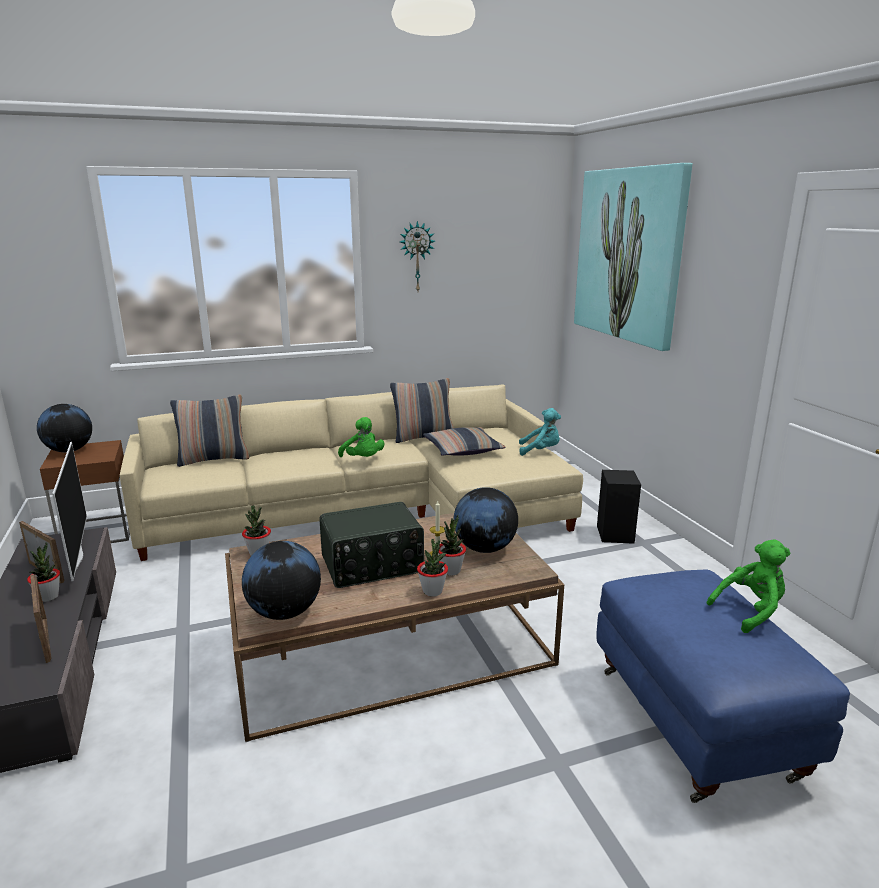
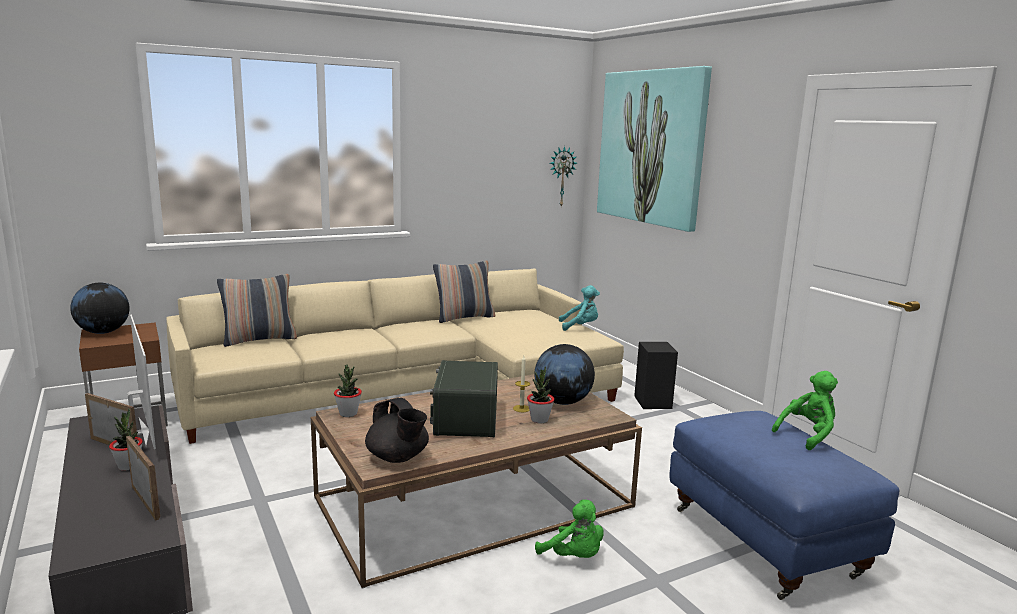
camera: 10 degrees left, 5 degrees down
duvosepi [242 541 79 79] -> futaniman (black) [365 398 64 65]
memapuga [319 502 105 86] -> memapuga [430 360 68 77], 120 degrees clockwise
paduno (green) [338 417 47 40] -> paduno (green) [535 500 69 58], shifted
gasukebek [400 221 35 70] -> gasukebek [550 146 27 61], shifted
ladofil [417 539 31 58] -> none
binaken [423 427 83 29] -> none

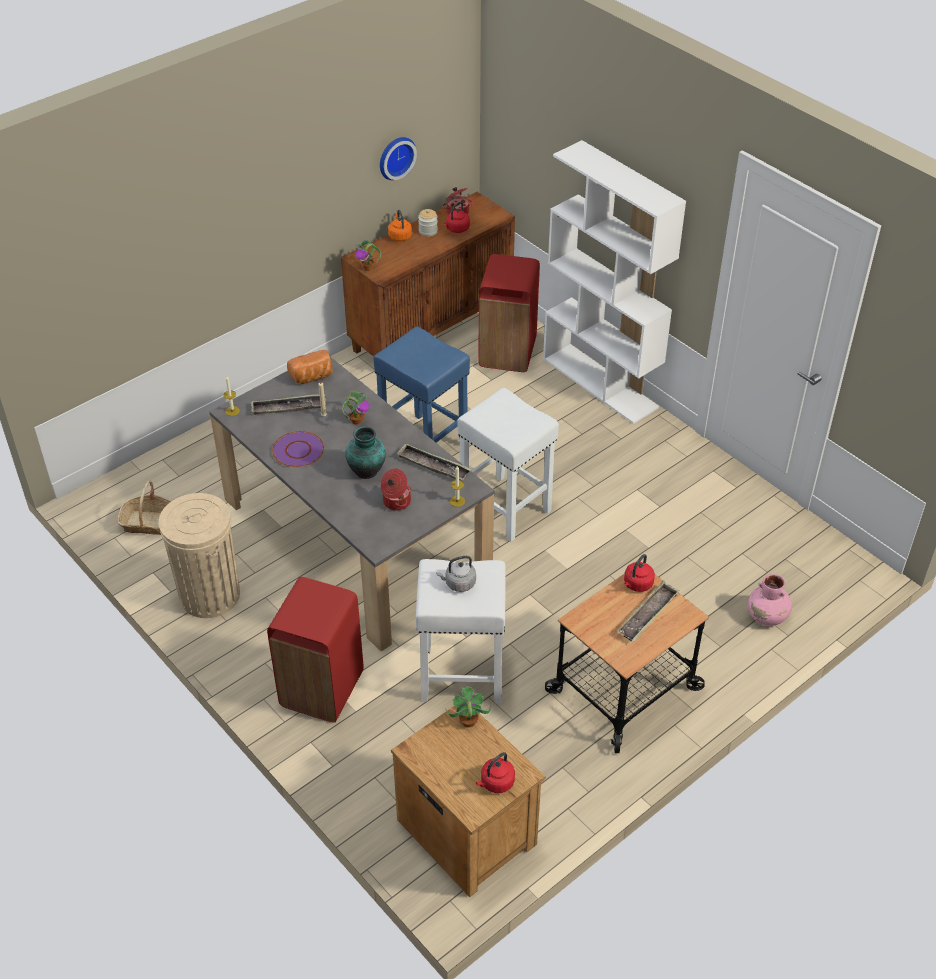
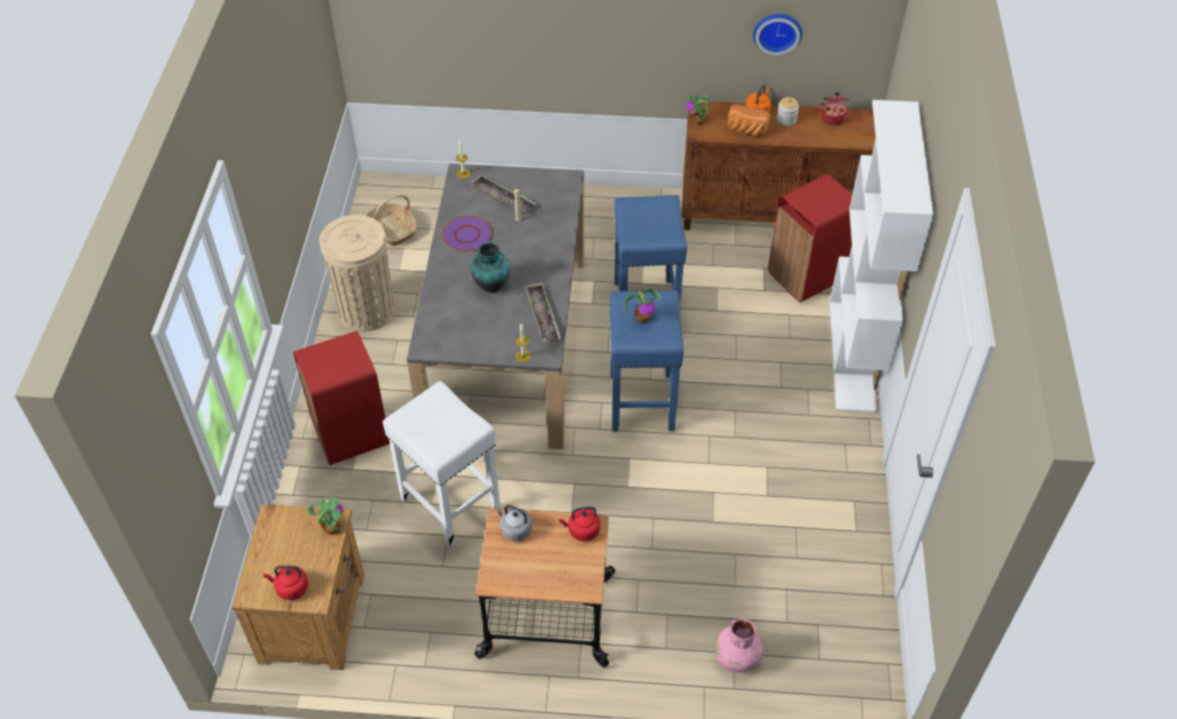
camera: 45 degrees right, 5 degrees up
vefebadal [287 350 46 34] -> vefebadal [728 104 43 33], shifted
ladofil [342 390 28 35] -> ladofil [624 288 37 35], shifted
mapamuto [381 468 30 43] -> none
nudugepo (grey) [436 556 40 36] -> nudugepo (grey) [495 505 37 36], shifted
nudugepo (red) [444 202 26 31] -> none
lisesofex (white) [457 388 102 154] -> lisesofex (blue) [610 291 74 141]
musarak [618 581 61 61] -> none

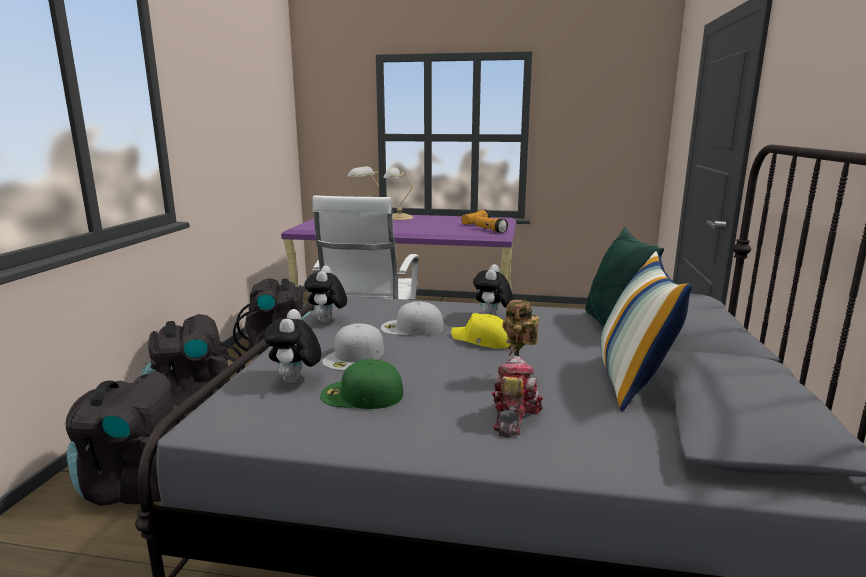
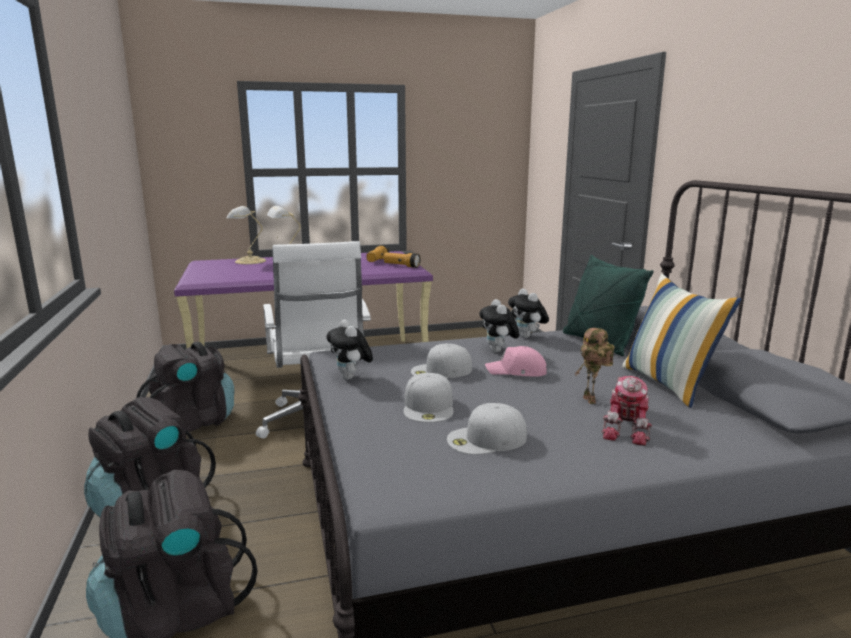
camera: 25 degrees left, 0 degrees up
paduno [264 309 58 74] -> paduno [508 288 41 50], shifted
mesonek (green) [320 359 83 50] -> mesonek (white) [447 403 80 52]
mesonek (yellow) [451 313 59 36] -> mesonek (pink) [485 346 62 31]
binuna [492 356 51 82] -> binuna [602 376 50 70], 150 degrees counterclockwise

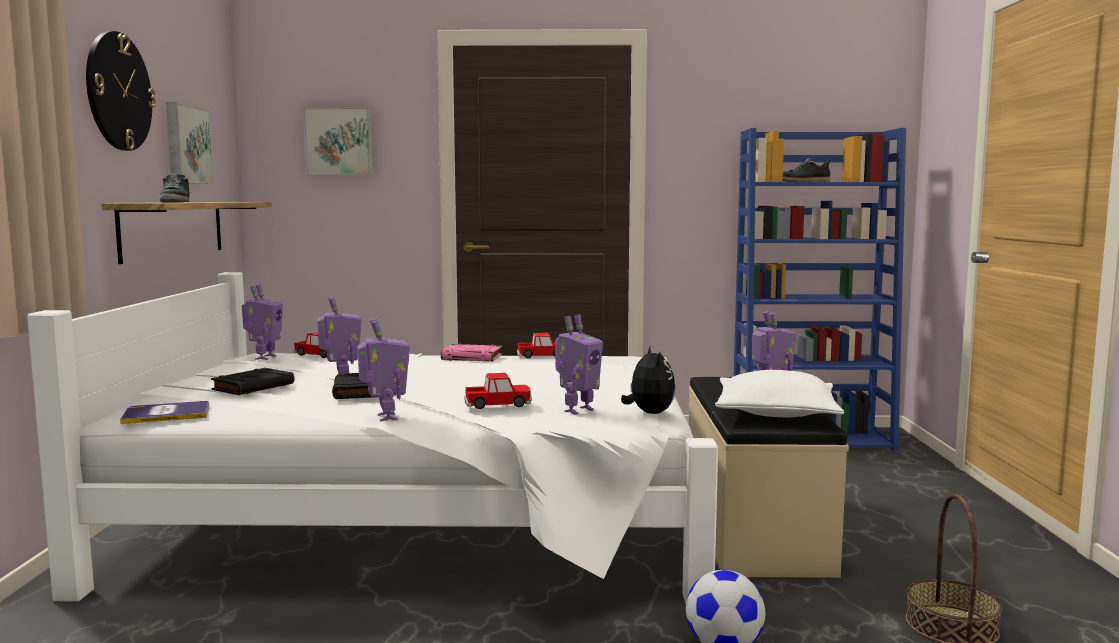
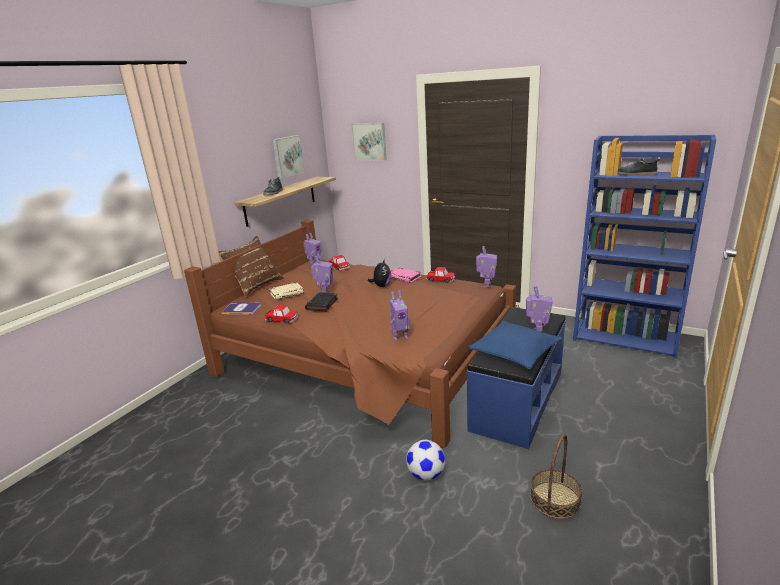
camera: 30 degrees right, 15 degrees up
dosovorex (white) [27 272 691 332] -> dosovorex (brown) [184 219 332 229]
gasukebek [86 31 70 120] -> none
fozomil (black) [211 368 84 27] -> fozomil (beige) [269 282 35 18]
binuna [357 319 53 102] -> binuna [476 246 21 41], shifted
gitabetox [464 373 68 36] -> gitabetox [265 305 33 19], shifted
paduno [621 346 55 68] -> paduno [368 259 24 28], shifted
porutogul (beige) [689 377 160 201] -> porutogul (blue) [467 307 99 142]
binaken (white) [715 370 129 47] -> binaken (blue) [468 321 94 48]
none -> binaken (brown) [219 236 65 60]

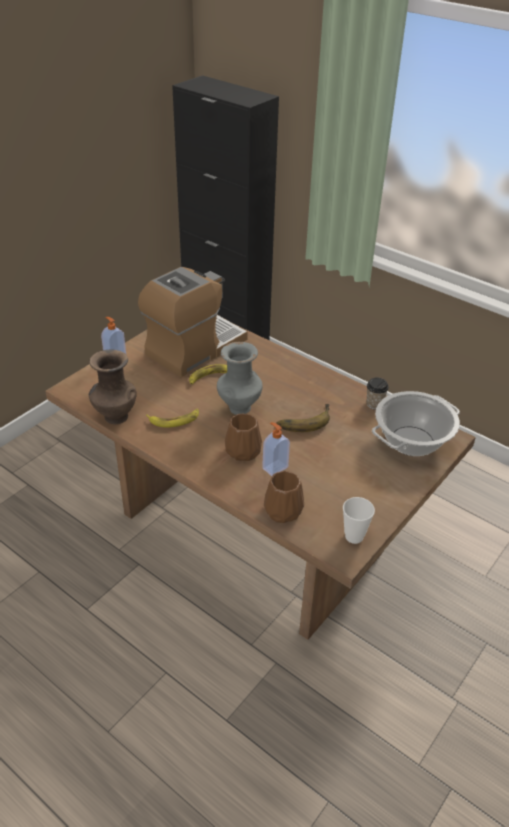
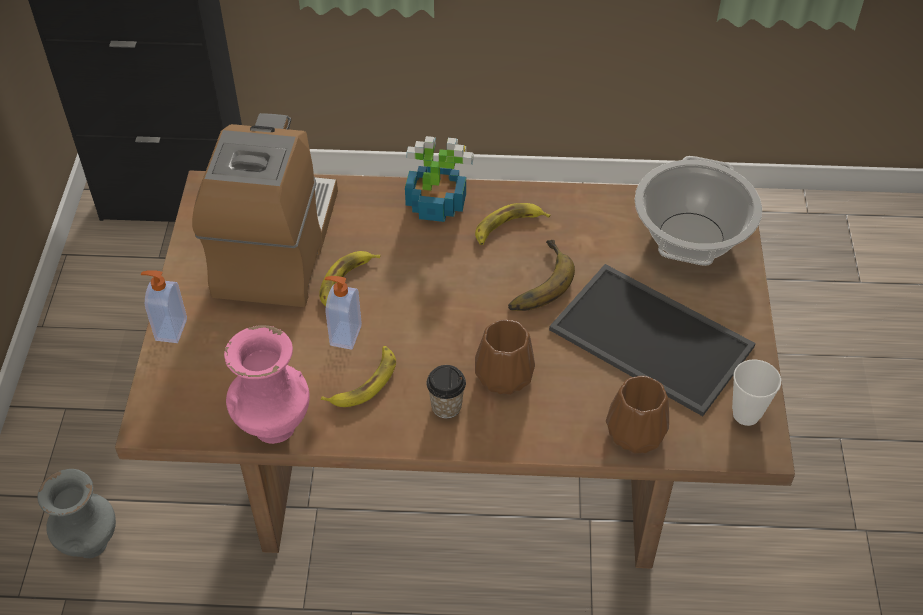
camera: 35 degrees left, 10 degrees up
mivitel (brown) [89 350 48 74] -> mivitel (pink) [224 325 86 119]
mivitel (grey) [217 342 46 73] -> mivitel (grey) [37 469 79 89], shifted
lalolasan [262 422 28 54] -> lalolasan [325 276 37 74], shifted
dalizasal [367 377 22 33] -> dalizasal [426 365 40 53], shifted
none -> ladofil [405 136 69 86]
none -> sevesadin [475 203 76 42]
none -> musarak [549 264 207 152]

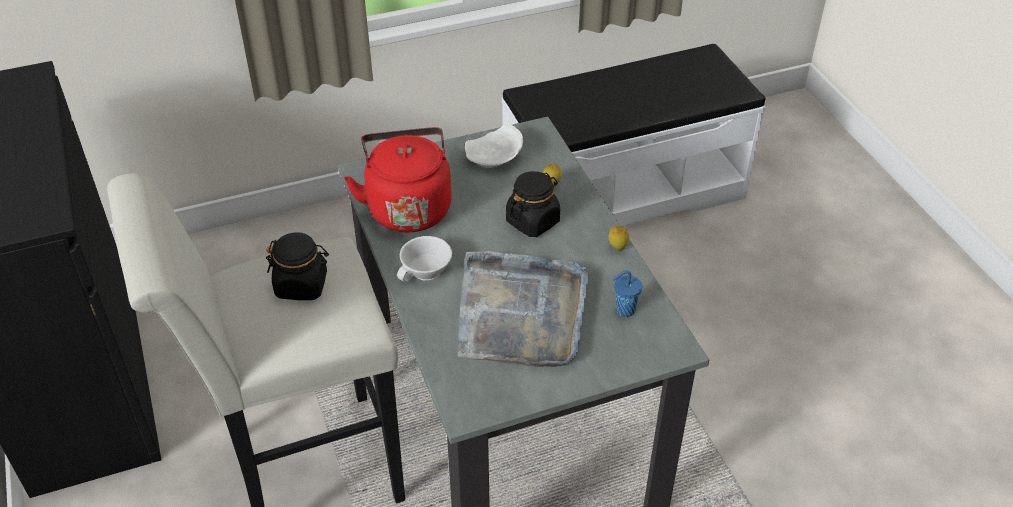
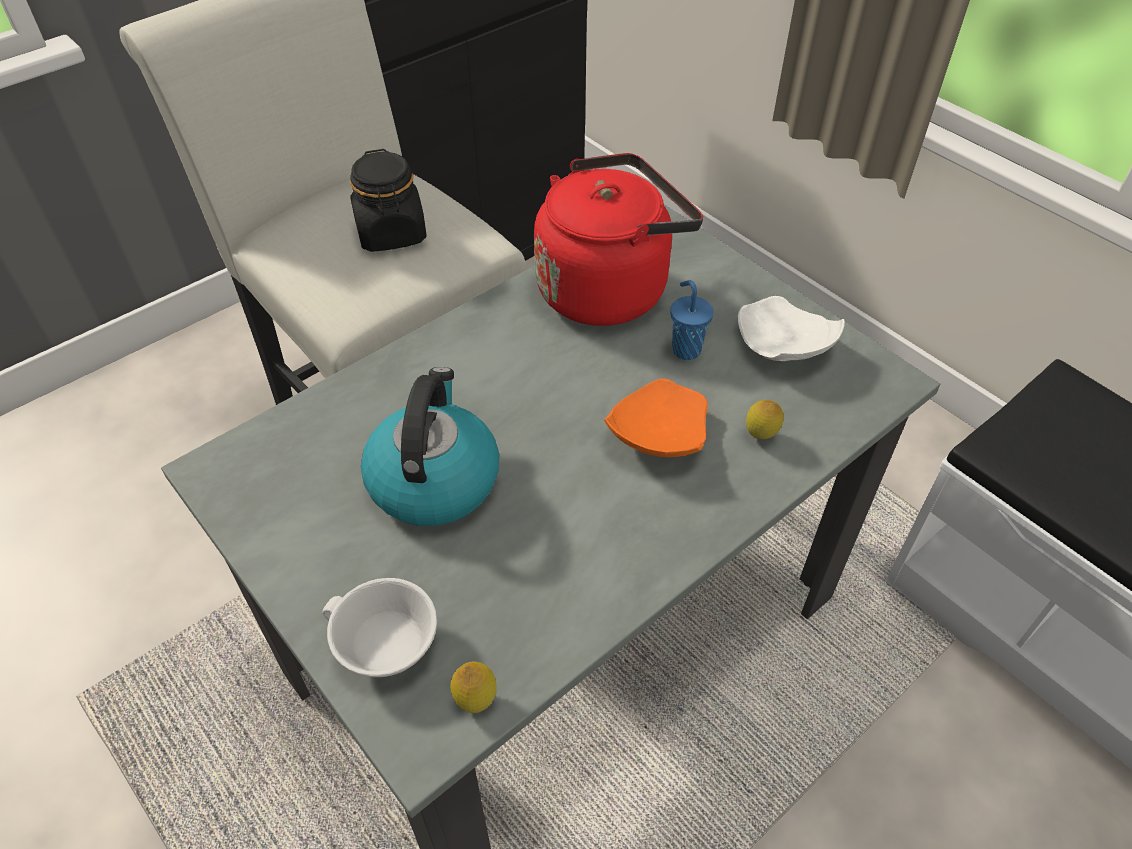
camera: 70 degrees right, 5 degrees up
dalizasal (white) [397 236 55 46] -> dalizasal (white) [323 578 114 99], shifted
musarak (grey) [458 251 131 116] -> nudugepo [361 367 138 159]
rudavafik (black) [506 171 54 66] -> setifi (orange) [604 379 104 78]
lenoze [609 225 20 25] -> lenoze [450 661 47 52], shifted
dalizasal (blue) [612 270 30 47] -> dalizasal (blue) [670 280 44 80], shifted

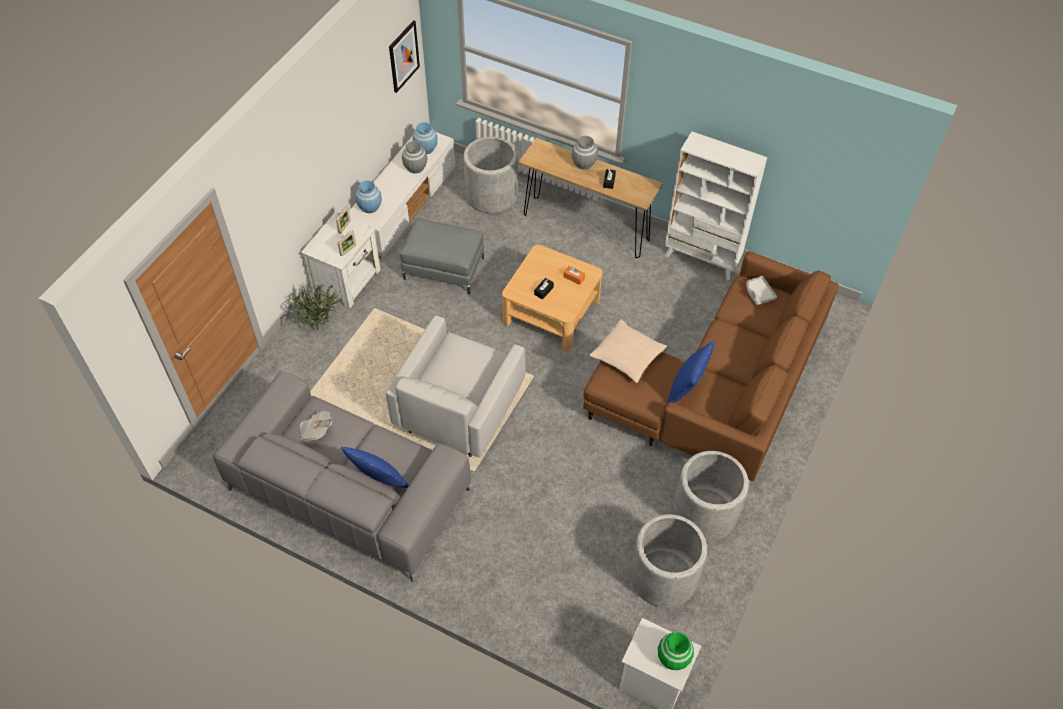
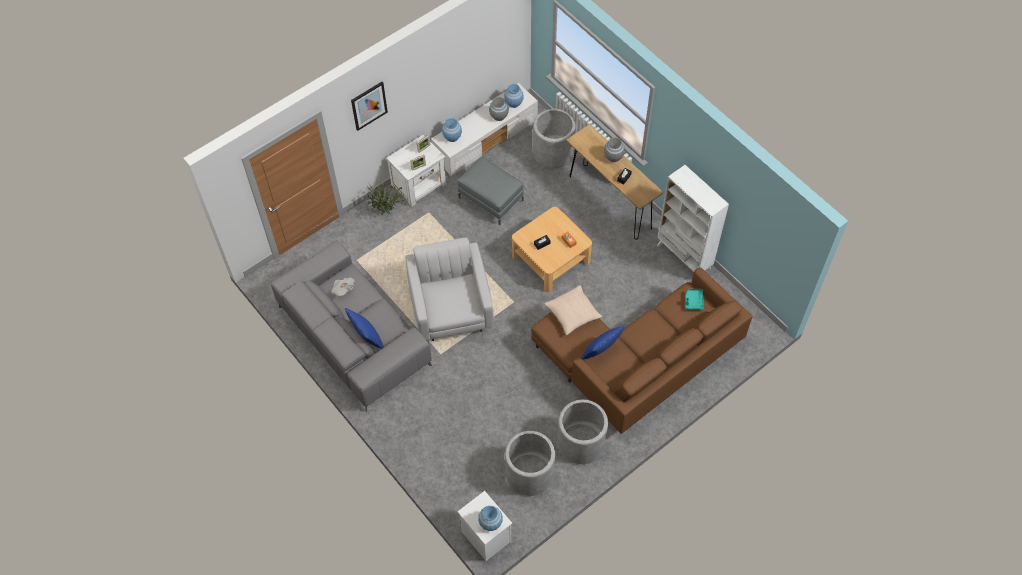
camera: 25 degrees right, 5 degrees up
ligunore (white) [386 315 140 143] -> ligunore (white) [405 238 89 103], 120 degrees clockwise
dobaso [389 20 31 73] -> dobaso [351 82 37 49], shifted
mivitel (green) [658 632 36 38] -> mivitel (blue) [478 506 25 25]
musarak (grey) [746 276 31 29] -> musarak (turquoise) [685 289 19 21]

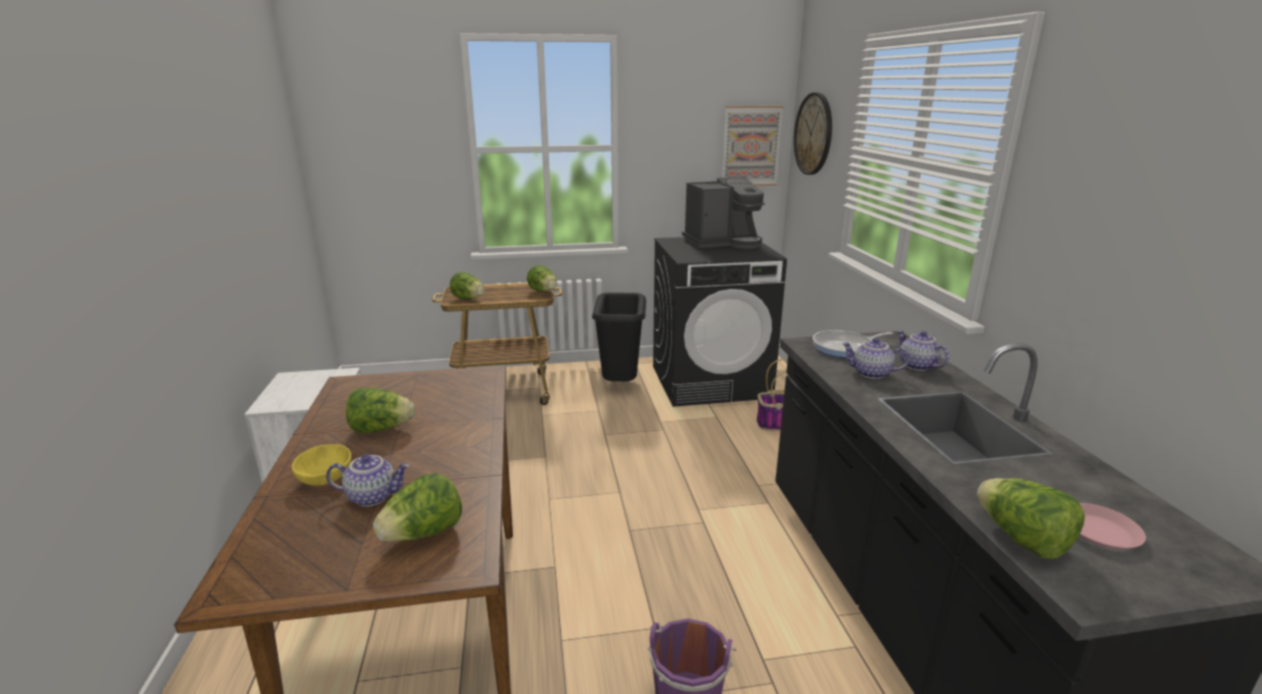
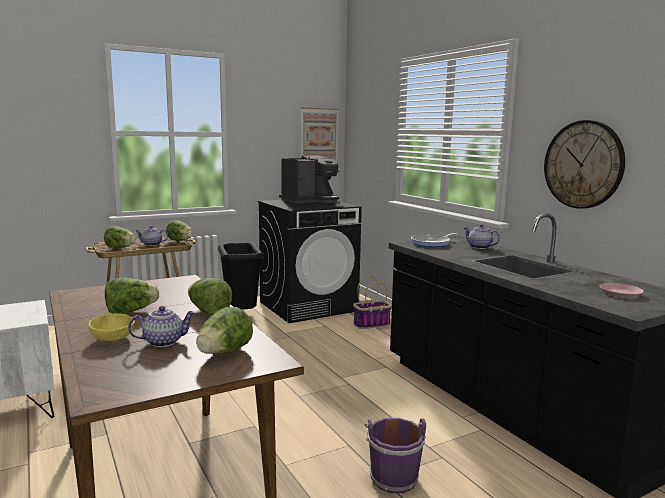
camera: 20 degrees left, 10 degrees down
gasukebek [794 92 38 83] -> gasukebek [544 120 81 89], shifted
futaniman [842 338 67 41] -> futaniman [136 226 32 20], shifted
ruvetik [977 478 108 81] -> ruvetik [188 278 44 37], shifted

